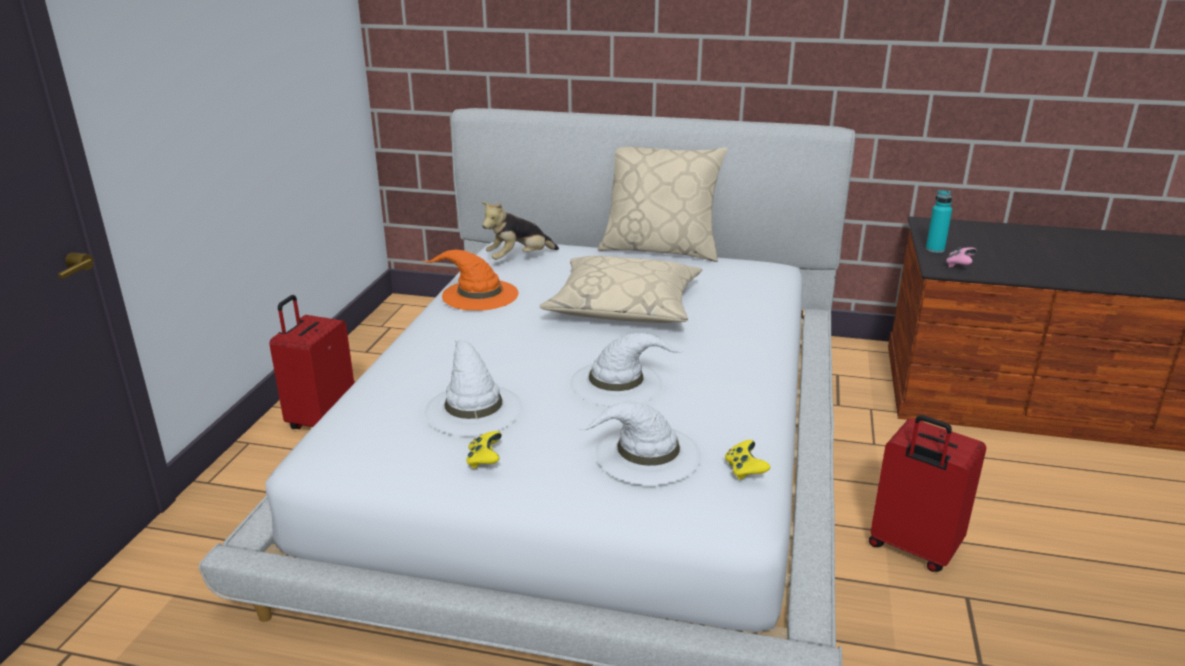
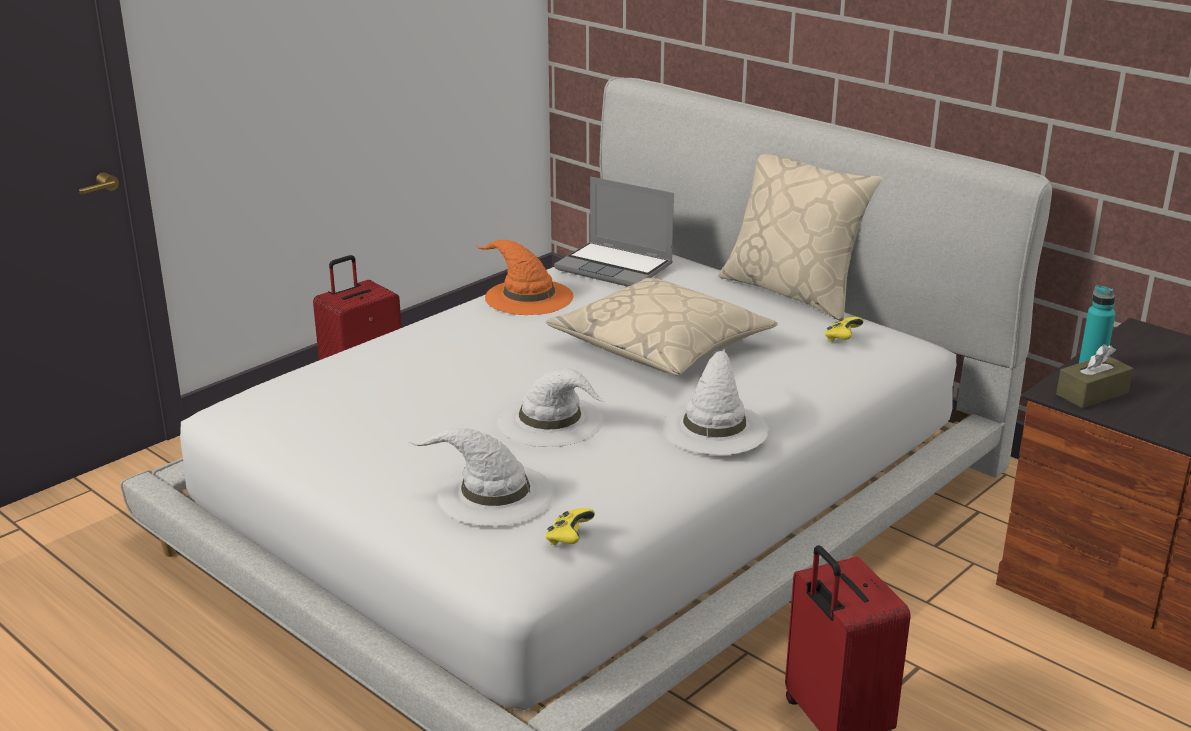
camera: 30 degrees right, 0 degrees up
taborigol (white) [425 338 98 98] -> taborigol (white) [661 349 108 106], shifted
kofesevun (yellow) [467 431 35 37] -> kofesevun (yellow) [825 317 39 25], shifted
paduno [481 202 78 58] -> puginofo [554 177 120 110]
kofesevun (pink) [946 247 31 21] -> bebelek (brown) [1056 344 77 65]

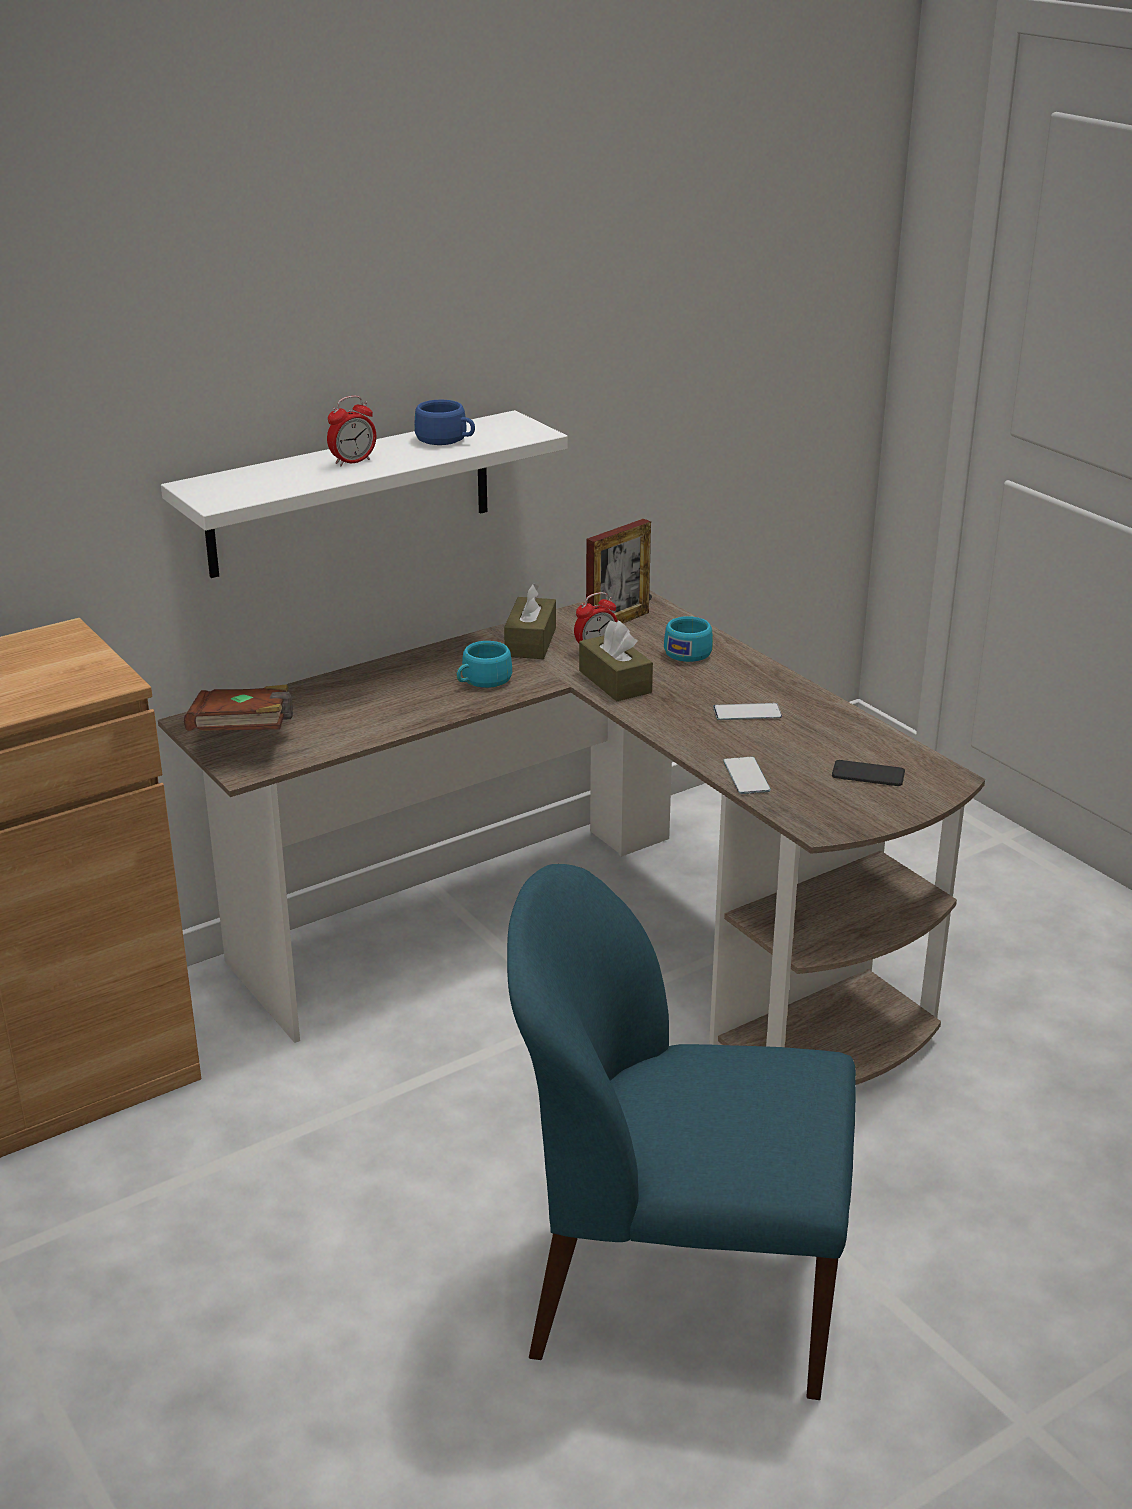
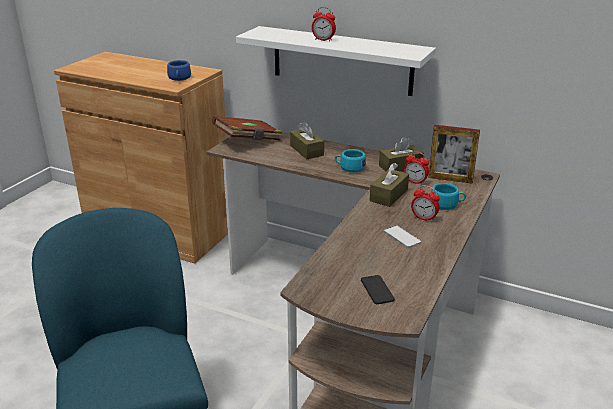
camera: 60 degrees right, 0 degrees up
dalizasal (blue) [414 400 61 45] -> dalizasal (blue) [167 60 24 21], shifted
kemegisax [723 757 48 37] -> none
none -> bebelek (brown) [290 121 34 38]
none -> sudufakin [411 185 29 37]

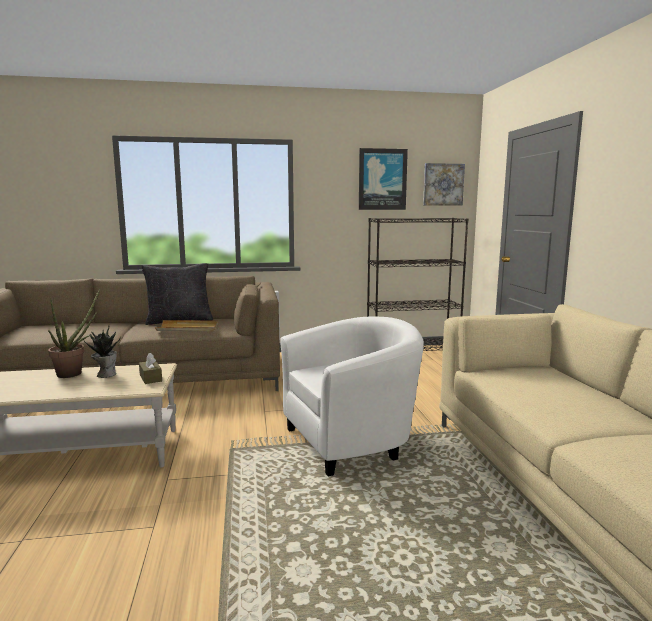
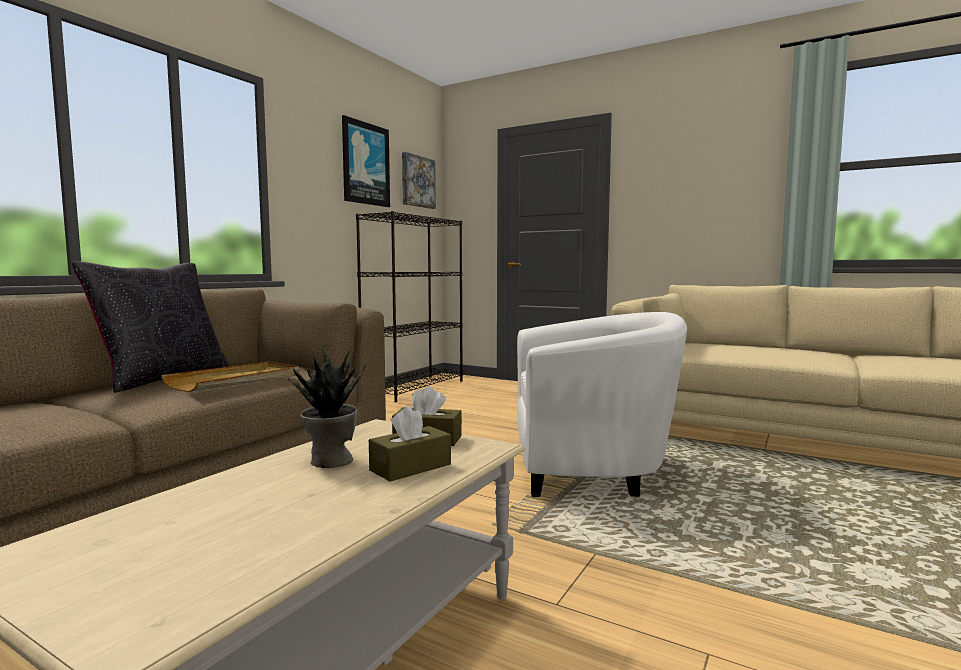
camera: 50 degrees left, 5 degrees down
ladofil [48 289 52 89] -> none
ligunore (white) [280 317 144 160] -> ligunore (white) [517 312 170 185], 75 degrees clockwise
none -> bebelek (brown) [369 405 82 76]

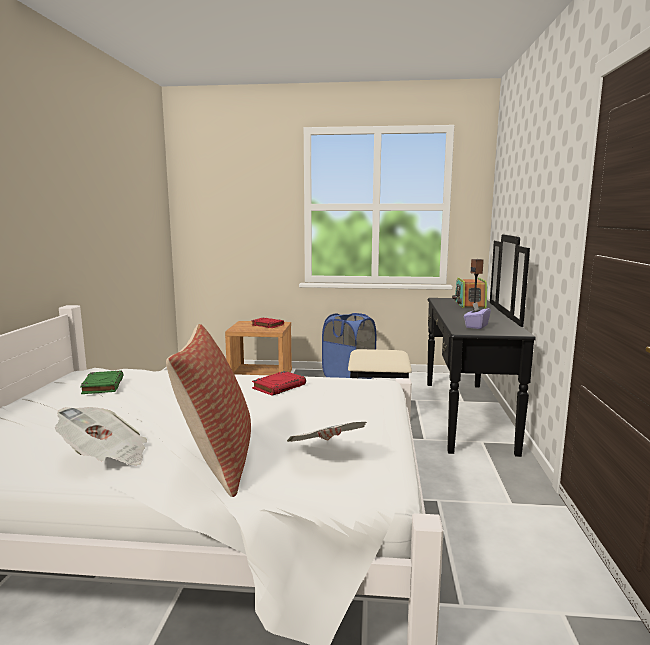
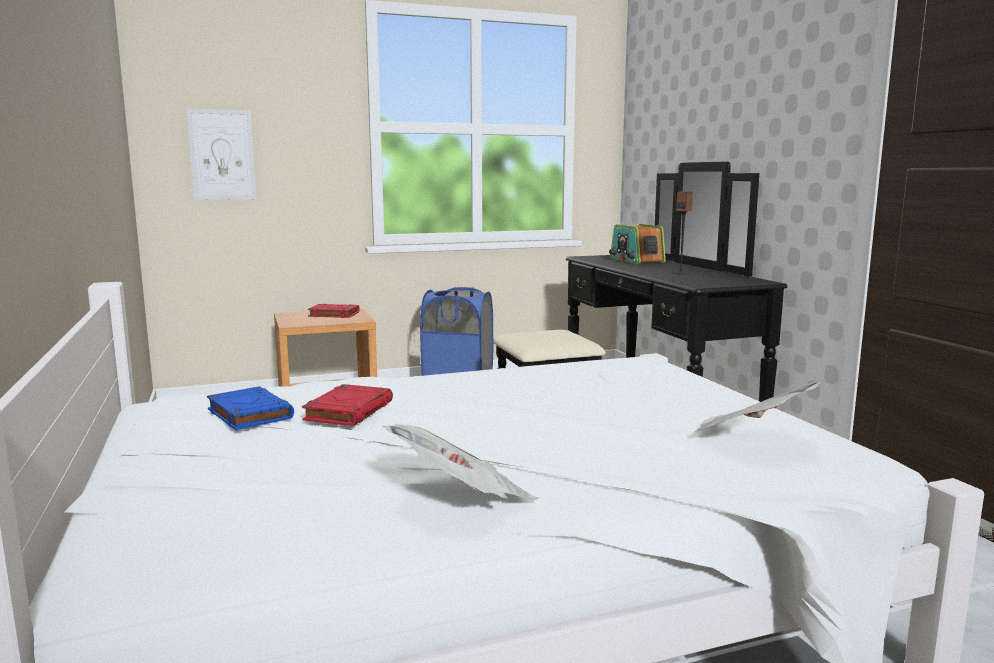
camera: 25 degrees left, 0 degrees up
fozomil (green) [80 371 43 23] -> fozomil (blue) [207 386 87 44]
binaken [166 324 85 173] -> none
fozomil (red) [252 371 54 25] -> fozomil (red) [302 384 91 42], shifted
bebelek (purple) [464 302 27 27] -> none
none -> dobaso [186 109 71 91]

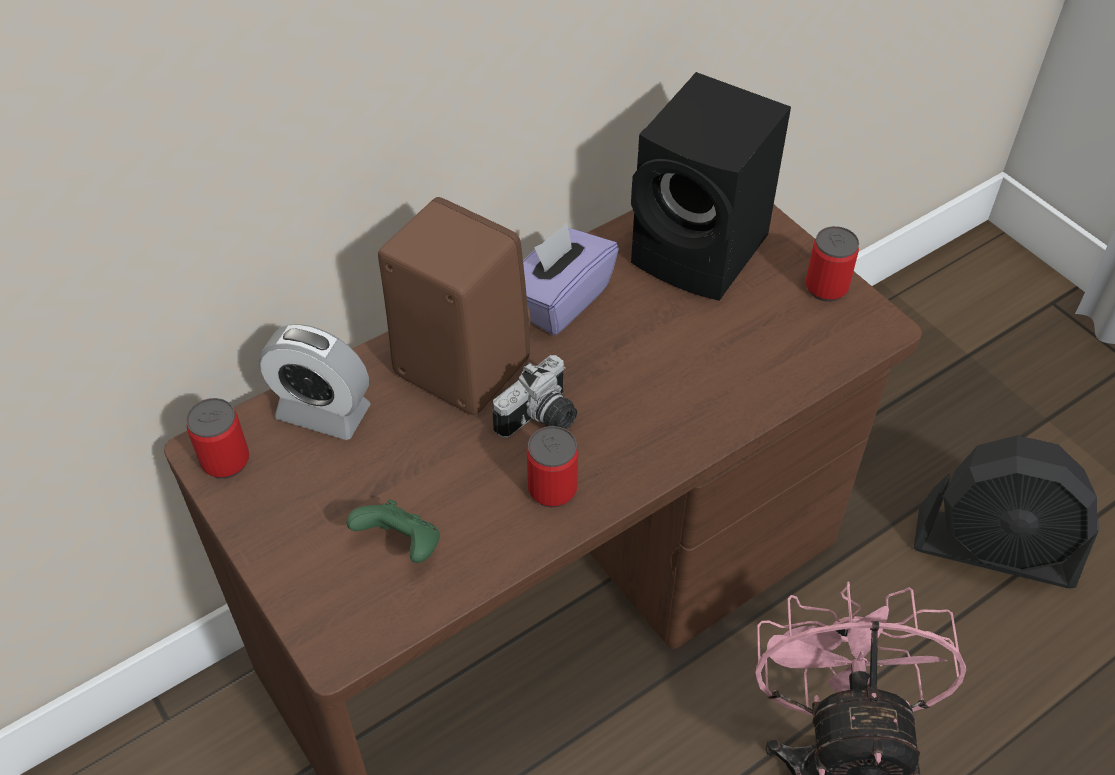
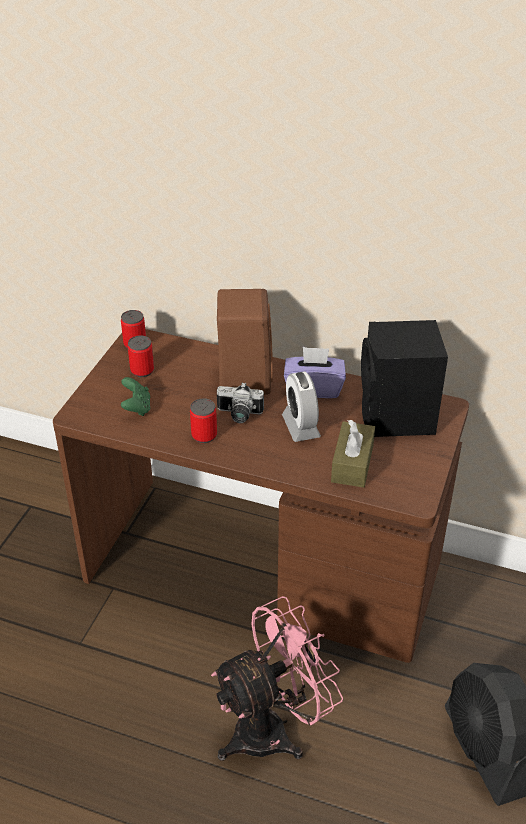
camera: 55 degrees right, 10 degrees down
sudufakin [259 324 112 116] -> sudufakin [282 371 39 71], shifted
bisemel [805 226 54 76] -> bisemel [128 336 26 41], shifted
none -> bebelek (brown) [331 420 44 68]

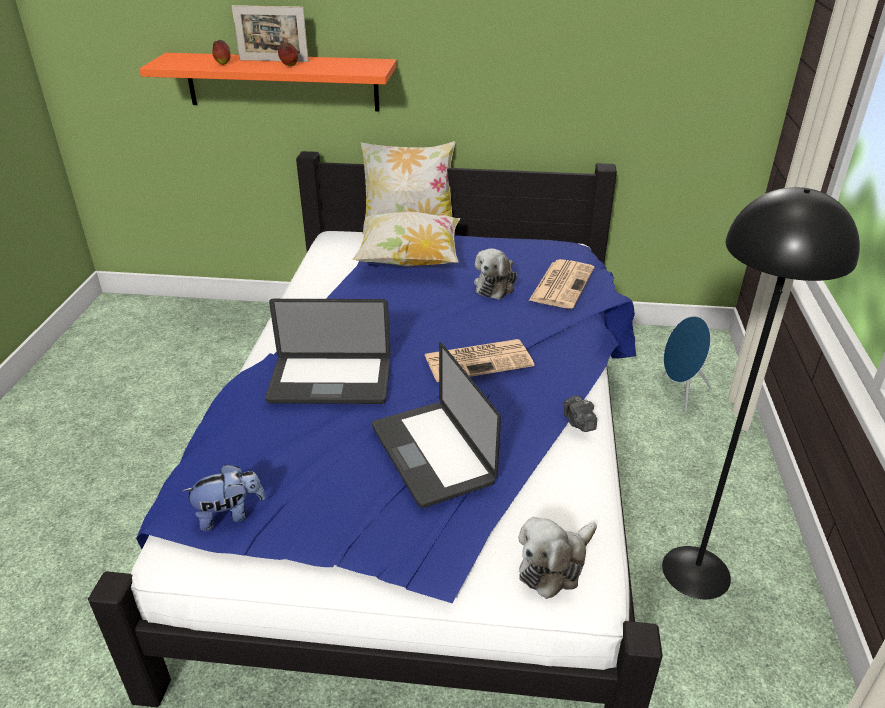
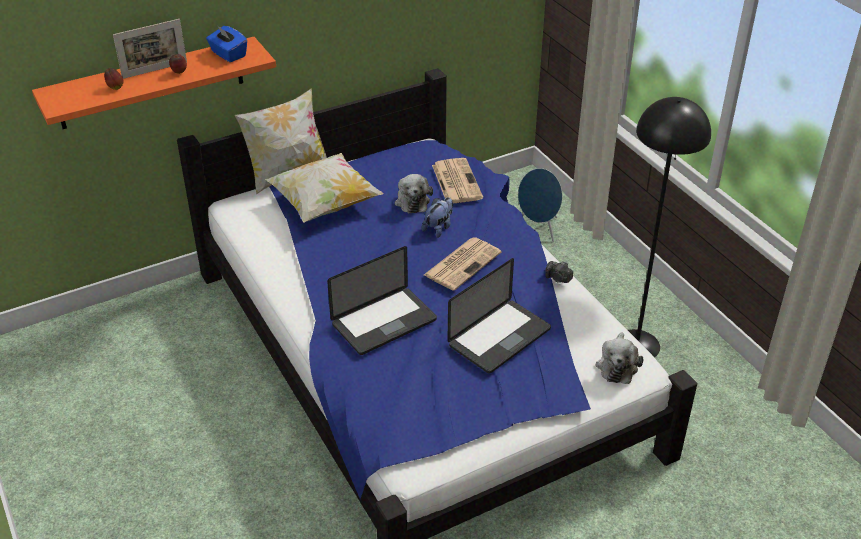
camera: 35 degrees left, 5 degrees up
paduno [182 464 84 67] -> paduno [422 197 31 41], shifted
puginofo [372 342 129 166] -> puginofo [447 258 104 116], 75 degrees counterclockwise
none -> bebelek (blue) [206 25 41 37]

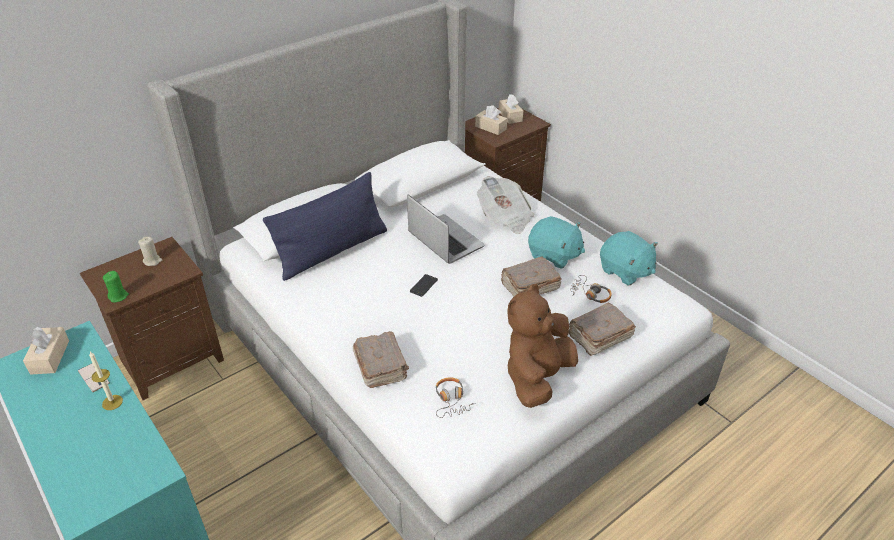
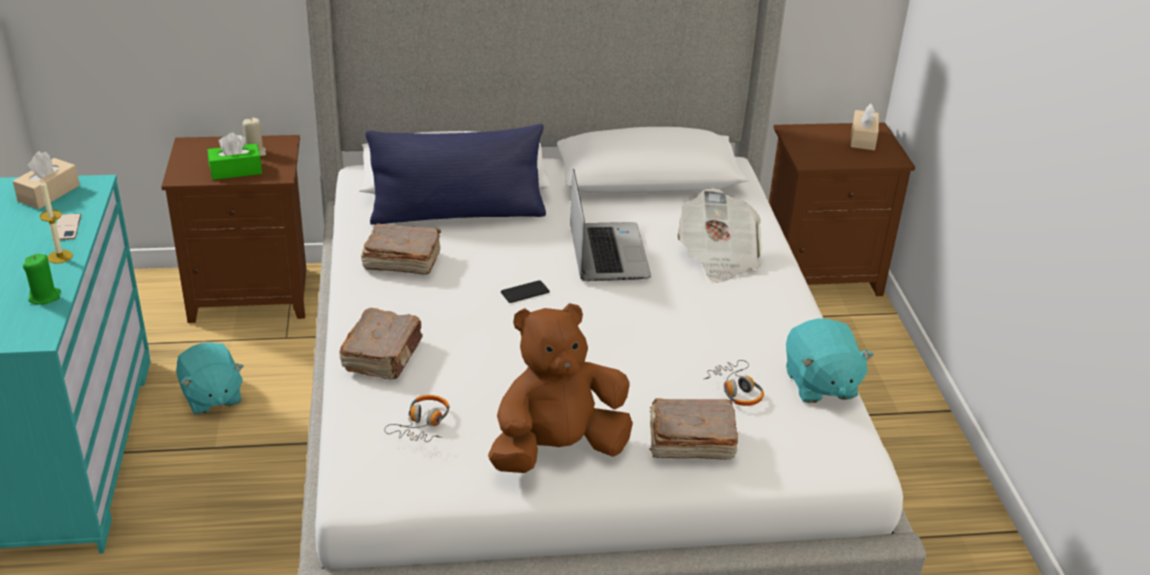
camera: 30 degrees right, 5 degrees down
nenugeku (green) [103 271 26 32] -> nenugeku (green) [23 254 38 51], shifted
bebelek (beige) [475 105 32 30] -> none
fozomil (brown) [501 257 61 40] -> fozomil (brown) [361 223 80 52], shifted
paduno (turquoise) [528 216 57 53] -> paduno (turquoise) [176 342 68 73], shifted
none -> bebelek (green) [208 133 54 47]

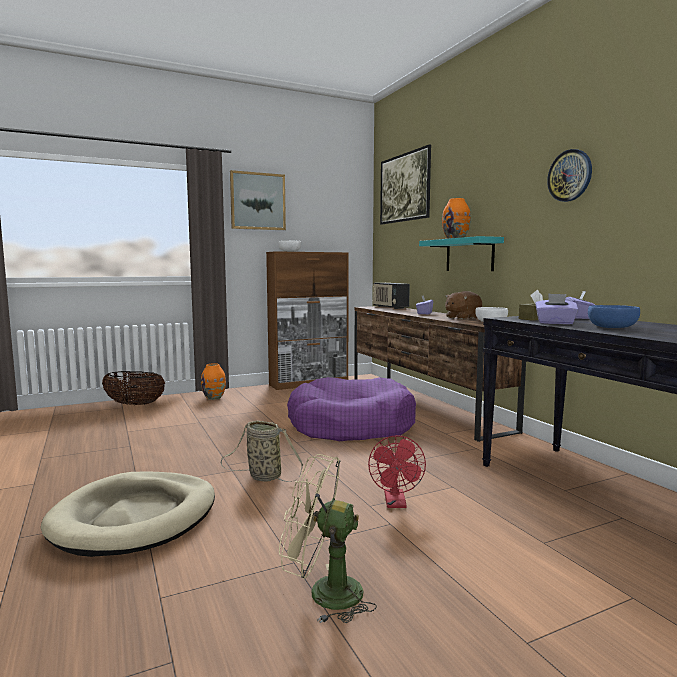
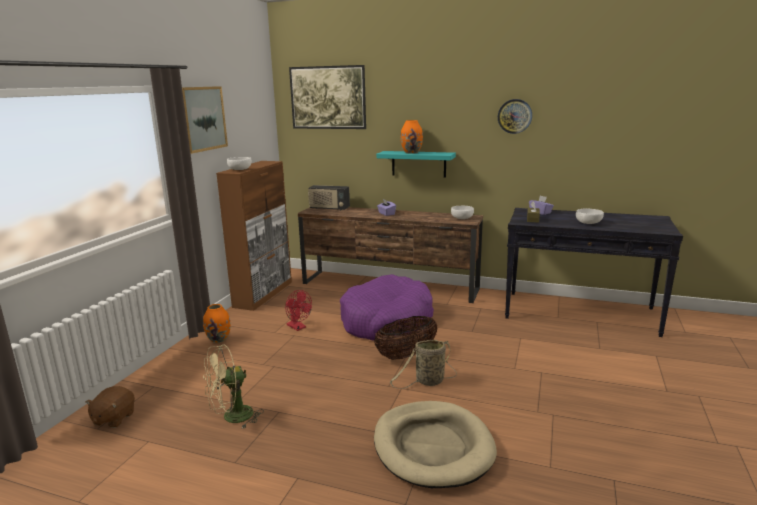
camera: 45 degrees left, 10 degrees up
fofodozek [102 371 63 34] -> fofodozek [374 316 63 44], shifted
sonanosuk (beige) [279 454 98 169] -> sonanosuk (beige) [203 345 61 83], shifted
sonanosuk (red) [368 435 58 73] -> sonanosuk (red) [285 290 27 41], shifted
paduno (brown) [445 291 37 28] -> paduno (brown) [86 386 49 42], shifted
bebelek (purple) [535 293 43 32] -> none
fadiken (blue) [588 305 52 23] -> fadiken (white) [576 208 28 16]

